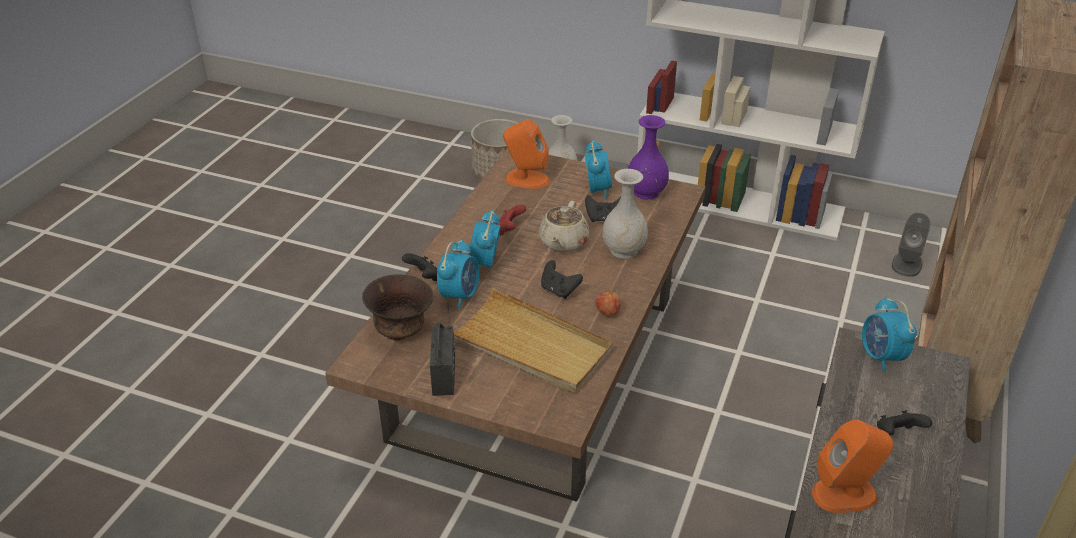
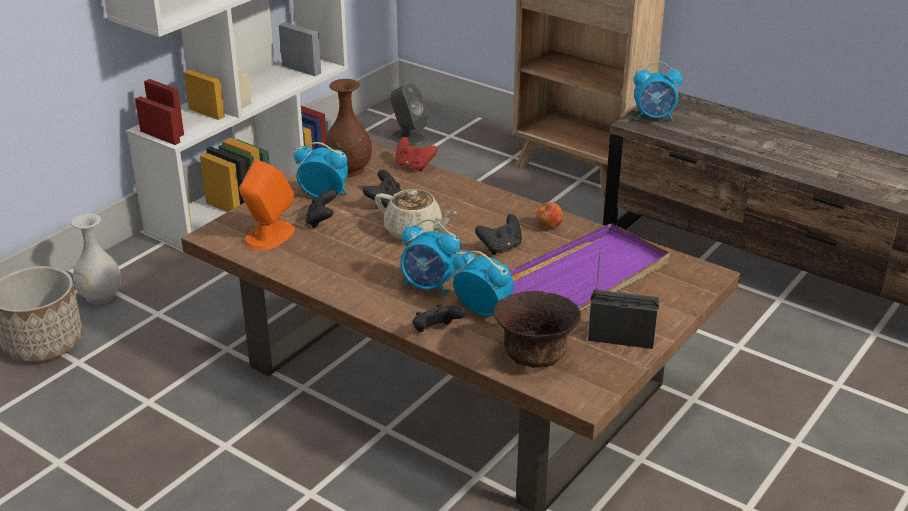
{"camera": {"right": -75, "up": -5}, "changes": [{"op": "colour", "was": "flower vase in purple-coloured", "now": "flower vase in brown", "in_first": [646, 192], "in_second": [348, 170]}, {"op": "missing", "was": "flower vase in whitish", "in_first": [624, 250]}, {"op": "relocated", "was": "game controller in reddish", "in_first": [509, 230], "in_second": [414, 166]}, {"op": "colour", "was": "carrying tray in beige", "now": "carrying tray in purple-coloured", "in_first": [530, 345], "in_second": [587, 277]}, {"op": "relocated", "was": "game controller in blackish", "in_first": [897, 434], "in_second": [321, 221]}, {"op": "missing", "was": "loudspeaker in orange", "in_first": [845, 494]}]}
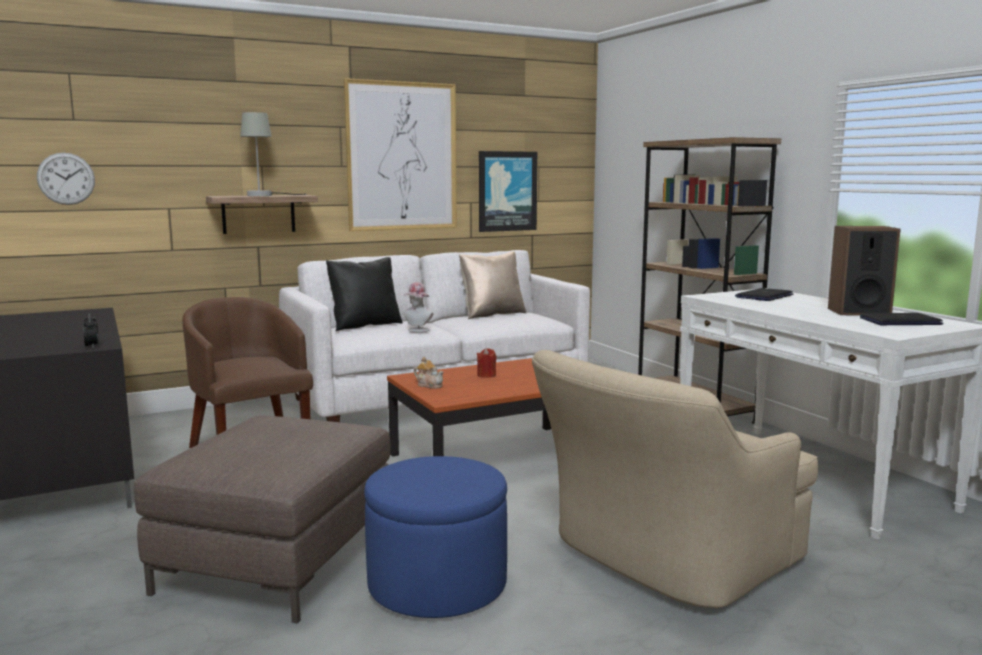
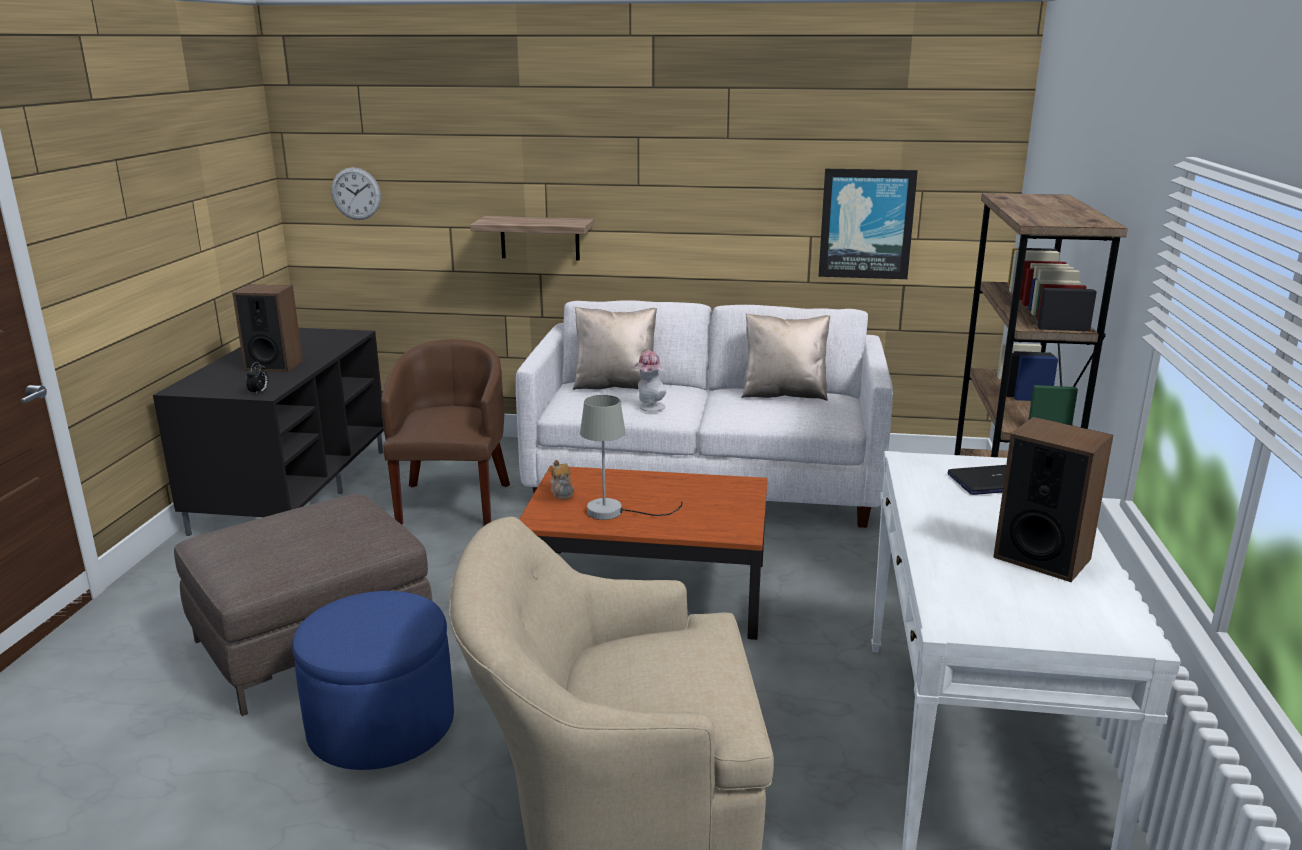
{"camera": {"right": 35, "up": 10}, "changes": [{"op": "missing", "was": "picture", "in_first": [402, 156]}, {"op": "relocated", "was": "tabletop lamp in greyish", "in_first": [267, 195], "in_second": [616, 512]}, {"op": "colour", "was": "throw pillow in blackish", "now": "throw pillow in beige", "in_first": [364, 325], "in_second": [615, 385]}, {"op": "missing", "was": "laptop", "in_first": [900, 321]}, {"op": "missing", "was": "wax candle in reddish", "in_first": [486, 375]}, {"op": "appeared", "now": "loudspeaker", "in_second": [274, 365]}]}
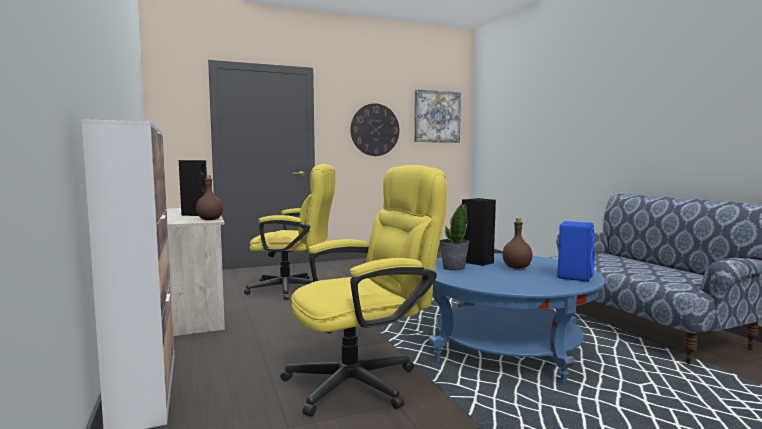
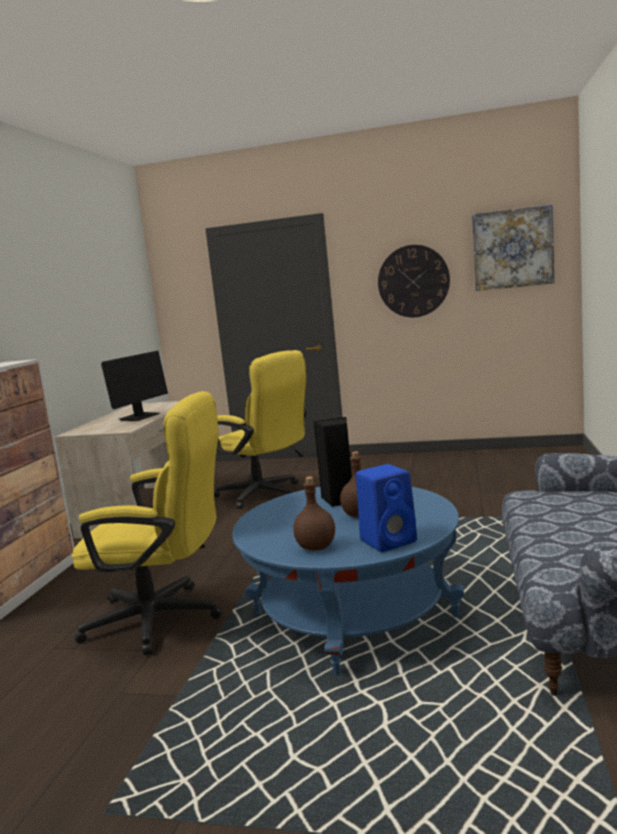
{"camera": {"right": 35, "up": 5}, "changes": [{"op": "exchanged", "was": "loudspeaker in blackish", "now": "computer display", "in_first": [194, 214], "in_second": [139, 417]}, {"op": "relocated", "was": "drink bottle in brown", "in_first": [210, 219], "in_second": [317, 547]}, {"op": "missing", "was": "potted plant", "in_first": [453, 268]}]}
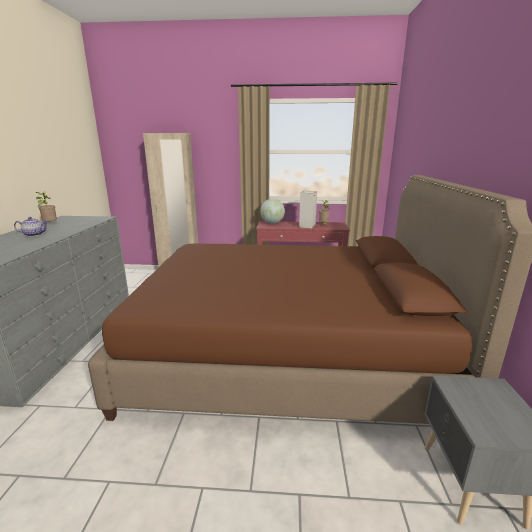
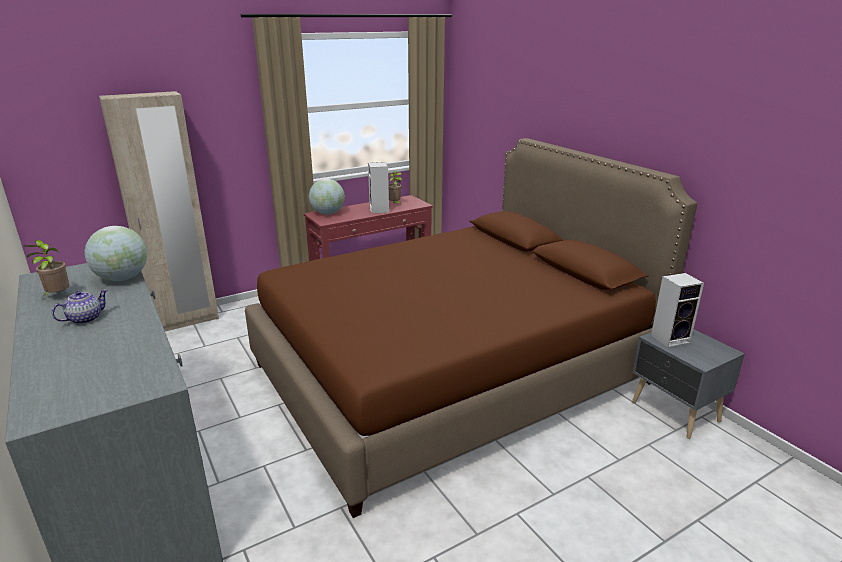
{"camera": {"right": -35, "up": 5}, "changes": [{"op": "appeared", "now": "desk globe", "in_second": [122, 278]}, {"op": "appeared", "now": "loudspeaker", "in_second": [671, 338]}]}
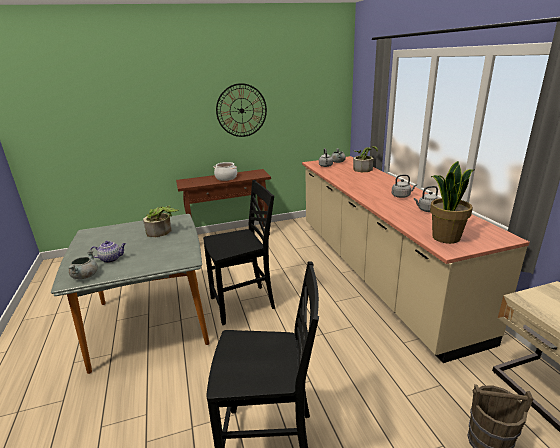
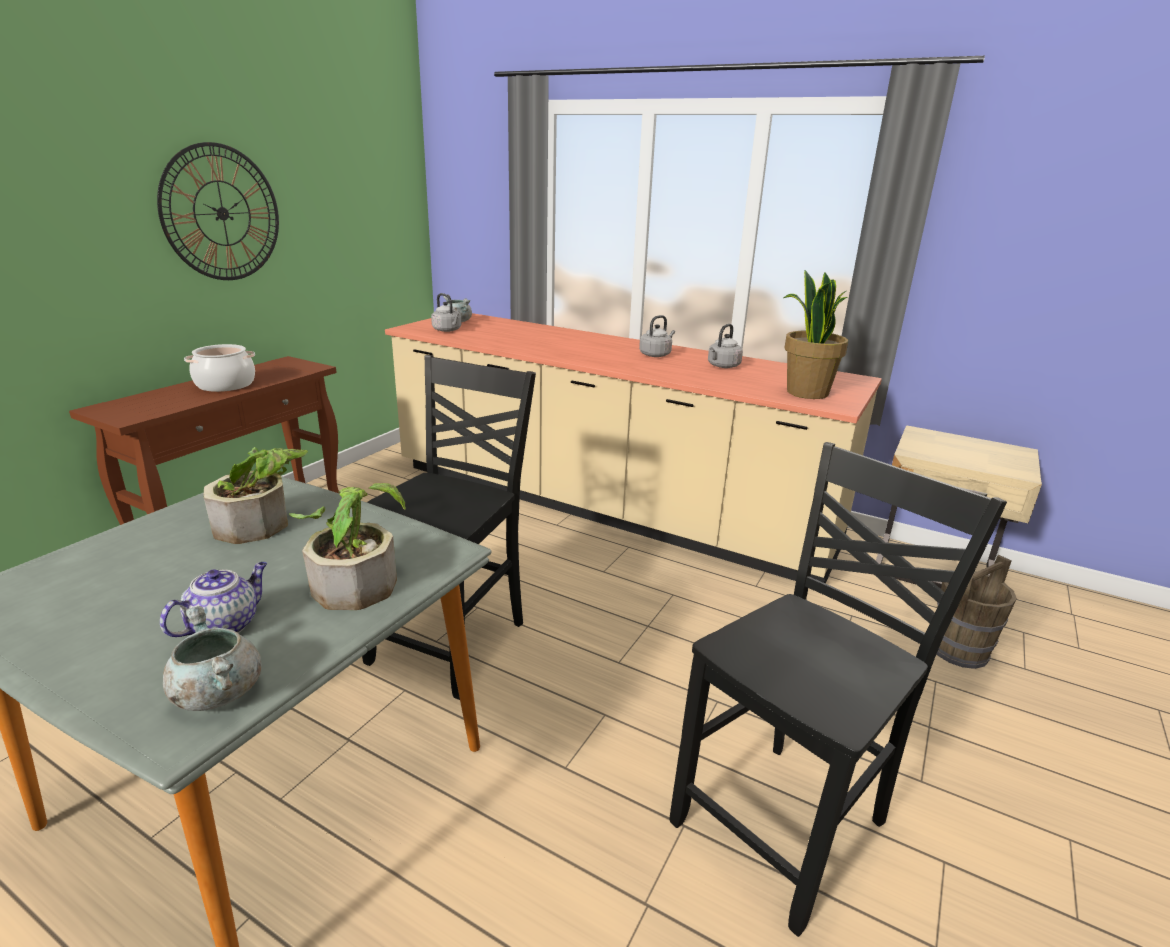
{"camera": {"right": -45, "up": 0}, "changes": [{"op": "relocated", "was": "potted plant", "in_first": [364, 168], "in_second": [357, 579]}]}
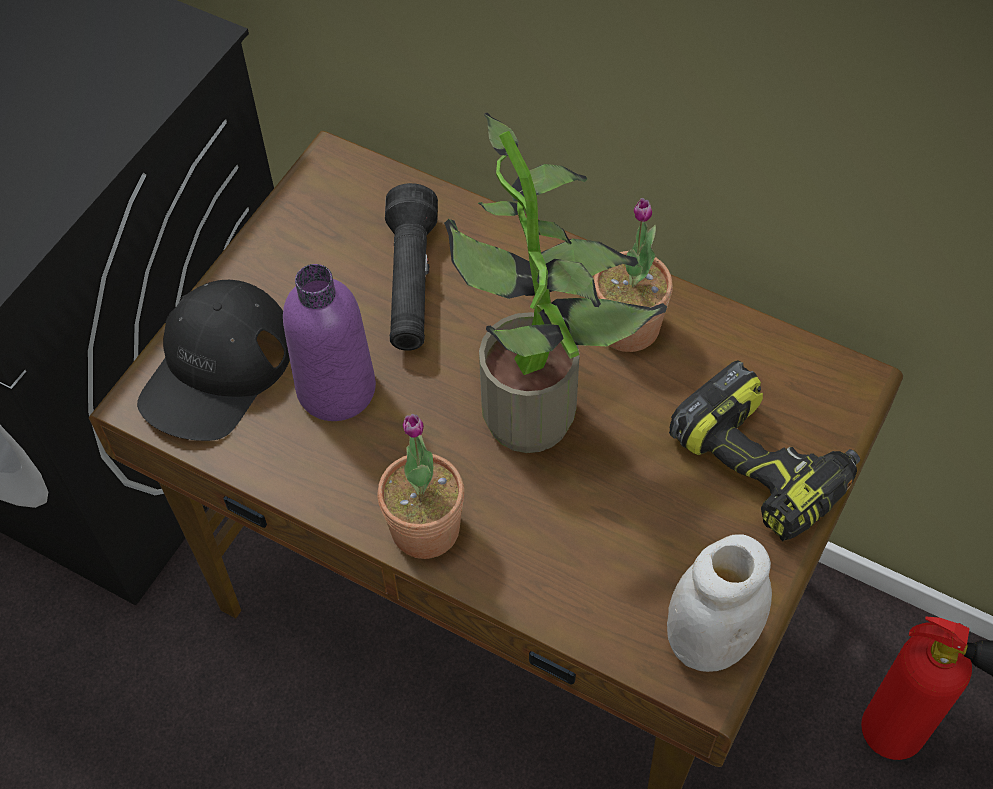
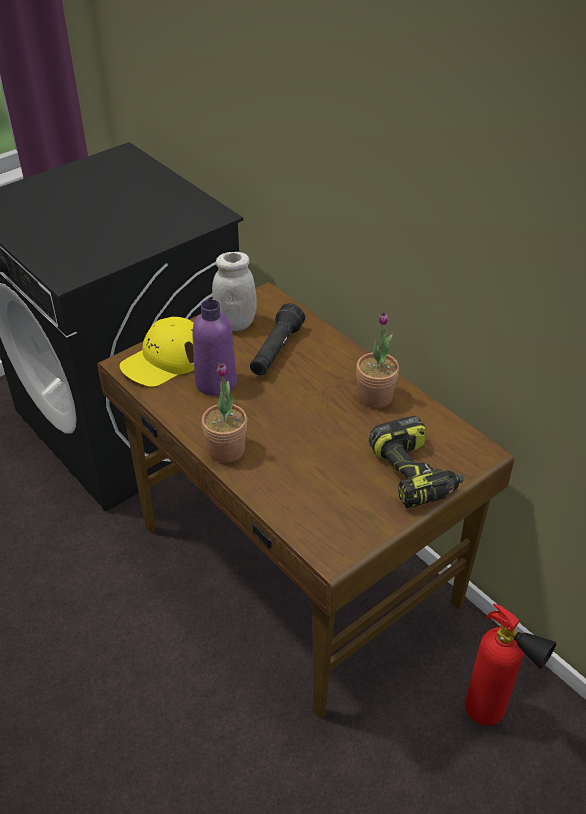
{"camera": {"right": 20, "up": -15}, "changes": [{"op": "missing", "was": "potted plant", "in_first": [542, 412]}, {"op": "colour", "was": "peaked cap in blackish", "now": "peaked cap in yellow-coloured", "in_first": [217, 368], "in_second": [165, 359]}, {"op": "relocated", "was": "jar in whitish", "in_first": [709, 641], "in_second": [235, 323]}]}
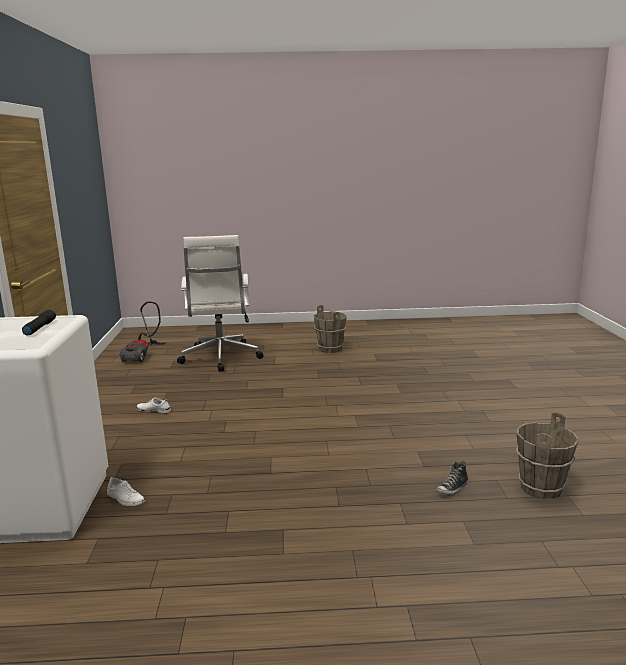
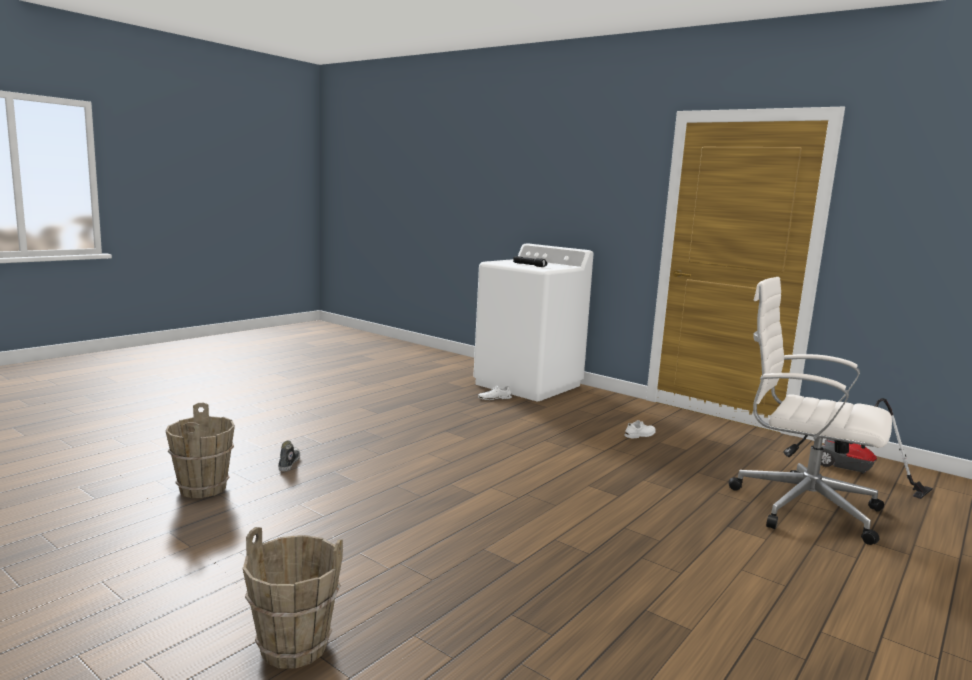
{"camera": {"right": 130, "up": -5}, "changes": [{"op": "relocated", "was": "pail in brown", "in_first": [330, 349], "in_second": [293, 648]}]}
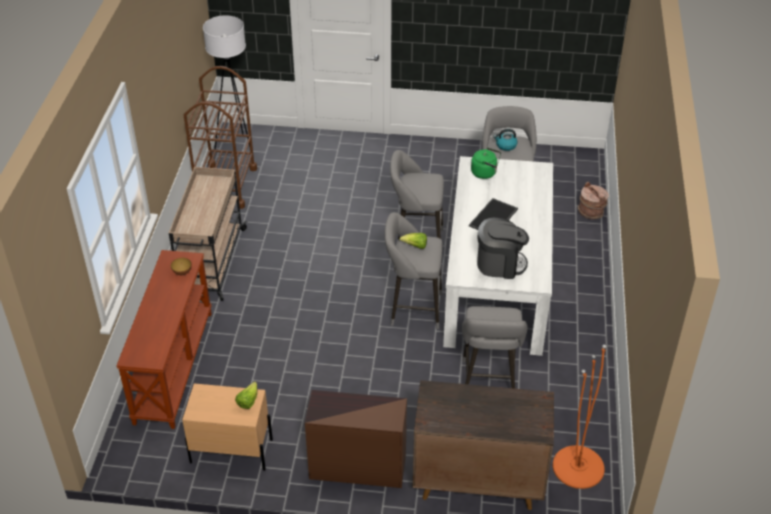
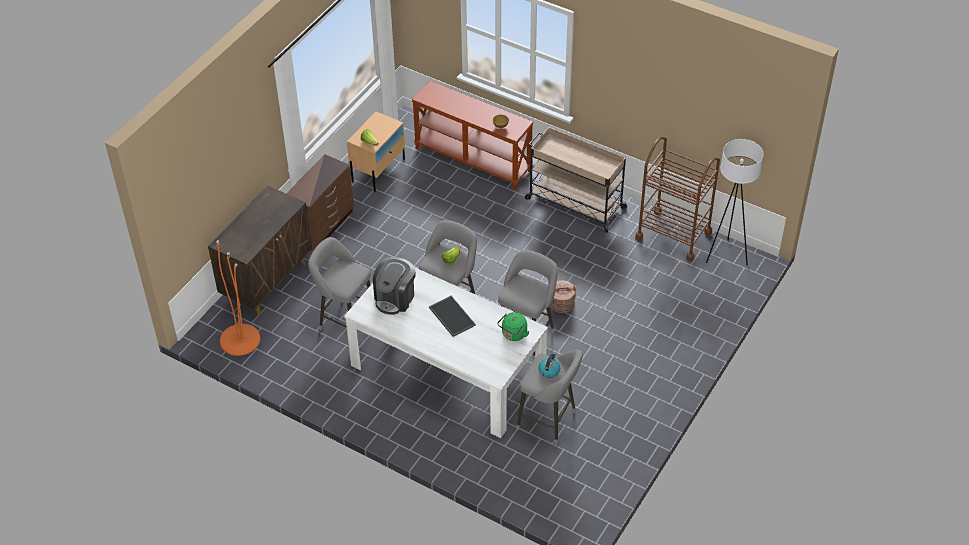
{"camera": {"right": 115, "up": 5}, "changes": [{"op": "relocated", "was": "pail in brown", "in_first": [591, 212], "in_second": [561, 305]}]}
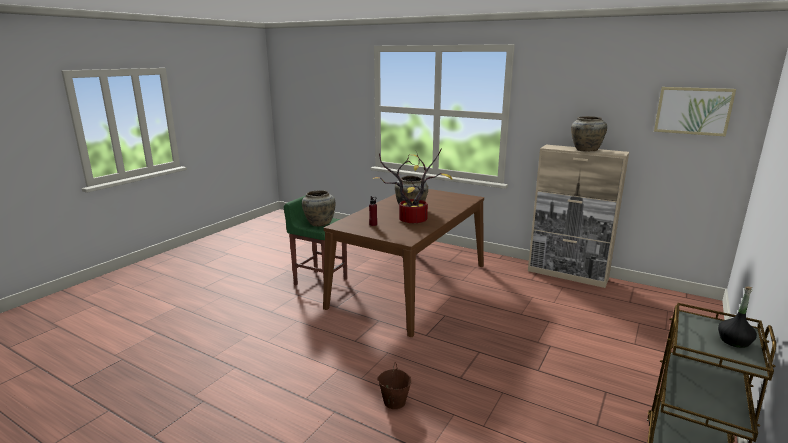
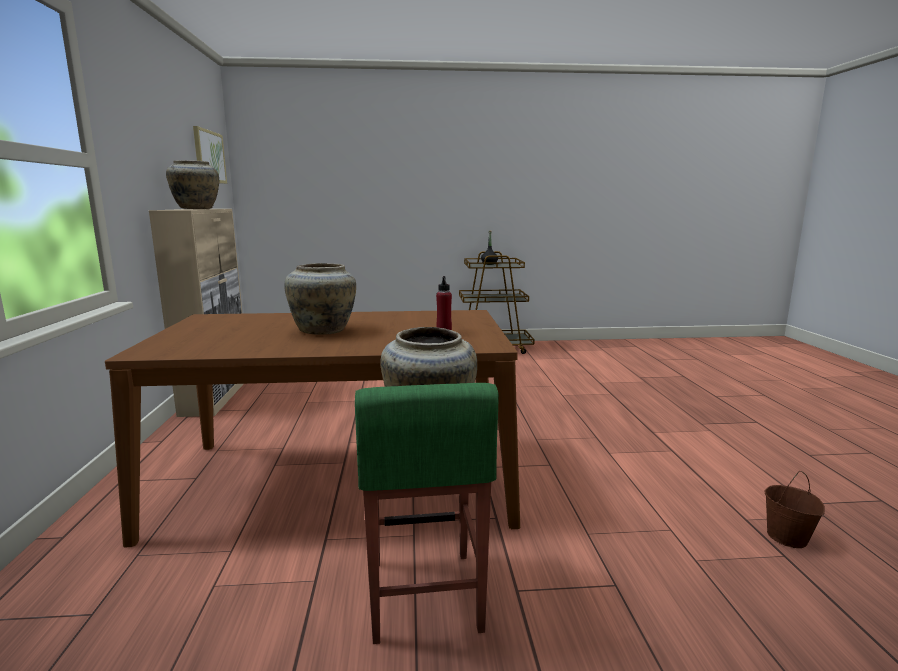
{"camera": {"right": -125, "up": -5}, "changes": [{"op": "missing", "was": "potted plant", "in_first": [414, 219]}, {"op": "relocated", "was": "pail in brown", "in_first": [394, 402], "in_second": [787, 537]}]}
